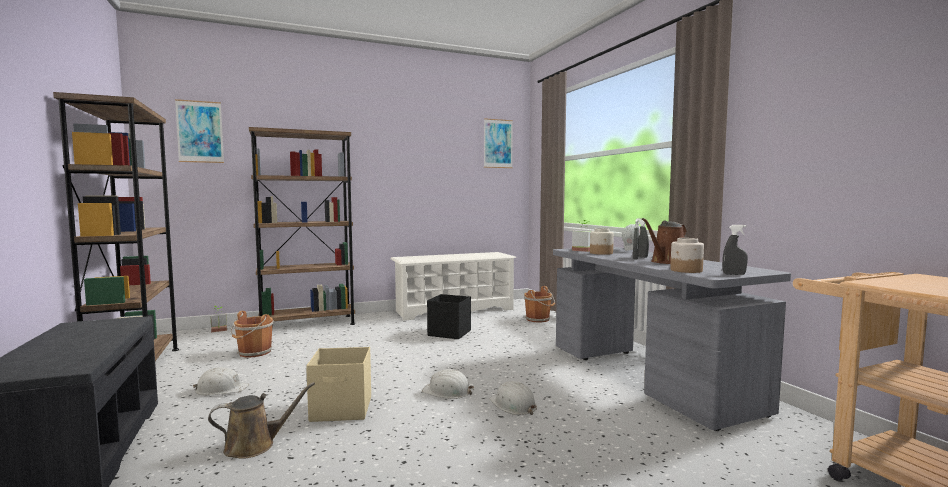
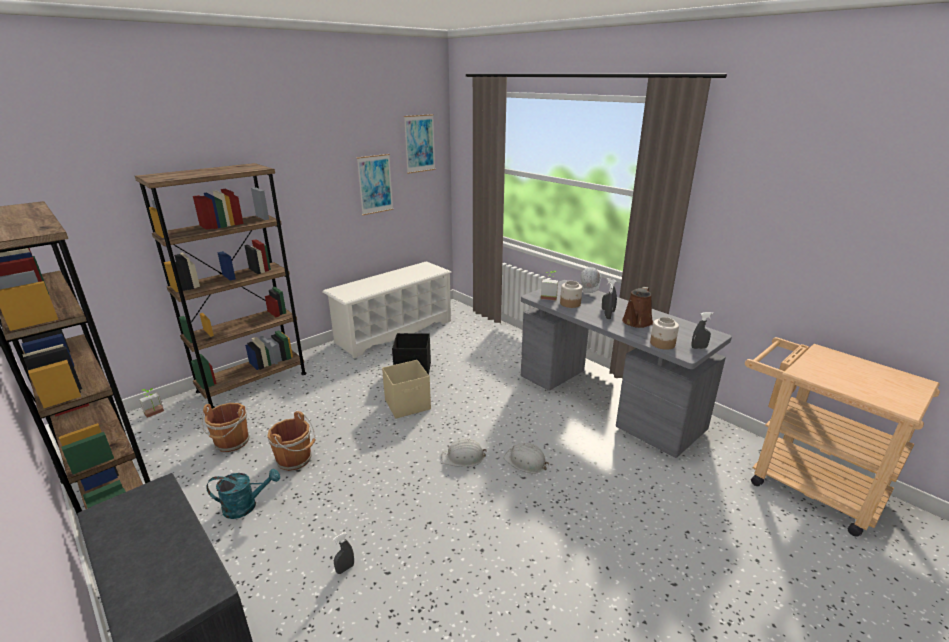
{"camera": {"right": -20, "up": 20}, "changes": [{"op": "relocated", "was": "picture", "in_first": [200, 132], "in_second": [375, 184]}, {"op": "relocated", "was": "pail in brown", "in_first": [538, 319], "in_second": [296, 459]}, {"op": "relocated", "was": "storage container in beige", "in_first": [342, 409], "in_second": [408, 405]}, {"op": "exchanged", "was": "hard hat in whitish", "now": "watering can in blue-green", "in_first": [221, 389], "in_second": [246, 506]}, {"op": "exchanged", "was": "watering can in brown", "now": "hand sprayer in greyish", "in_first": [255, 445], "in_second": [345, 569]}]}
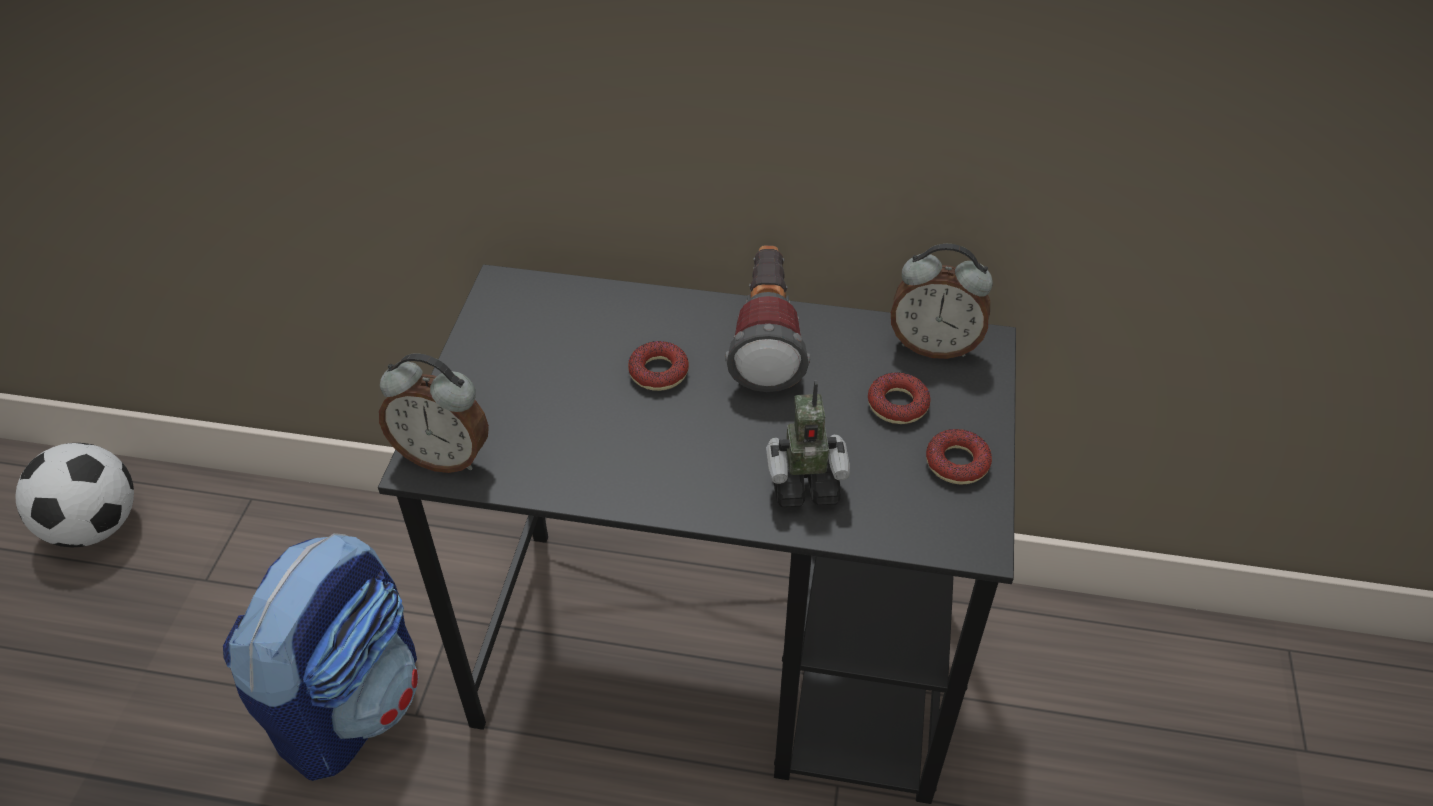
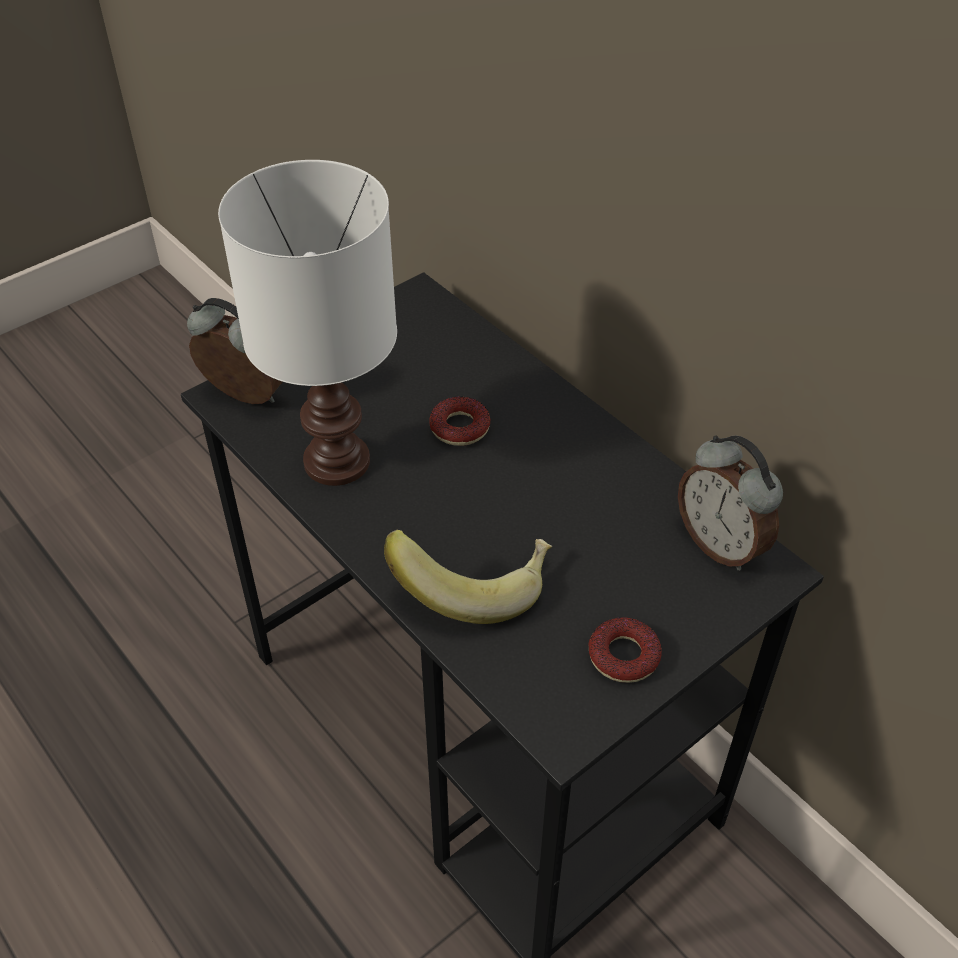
{"camera": {"right": 40, "up": 0}, "changes": [{"op": "missing", "was": "hand torch", "in_first": [766, 337]}, {"op": "spun", "was": "alarm clock", "in_first": [444, 456], "in_second": [243, 398], "clockwise": 150}, {"op": "missing", "was": "doughnut", "in_first": [898, 404]}, {"op": "exchanged", "was": "robot figure", "now": "banana", "in_first": [804, 483], "in_second": [473, 586]}, {"op": "missing", "was": "football ball", "in_first": [96, 526]}, {"op": "missing", "was": "backpack", "in_first": [351, 702]}, {"op": "appeared", "now": "tabletop lamp in whitish", "in_second": [339, 461]}]}
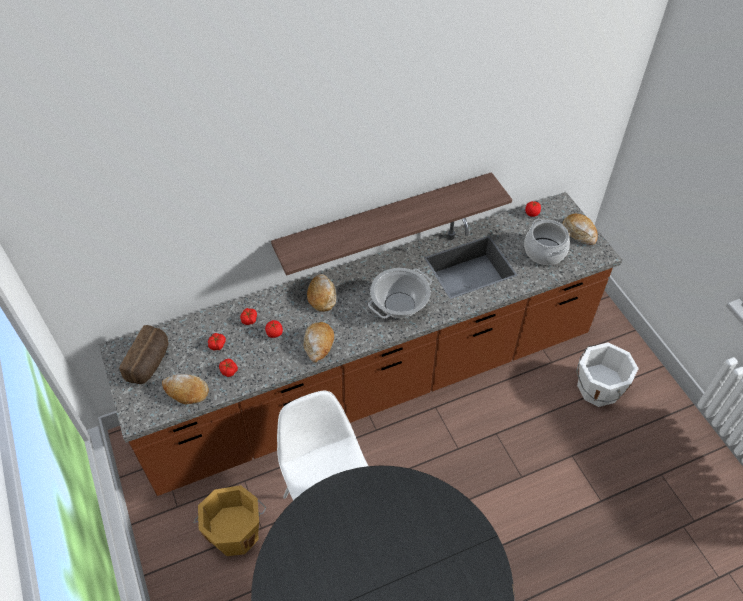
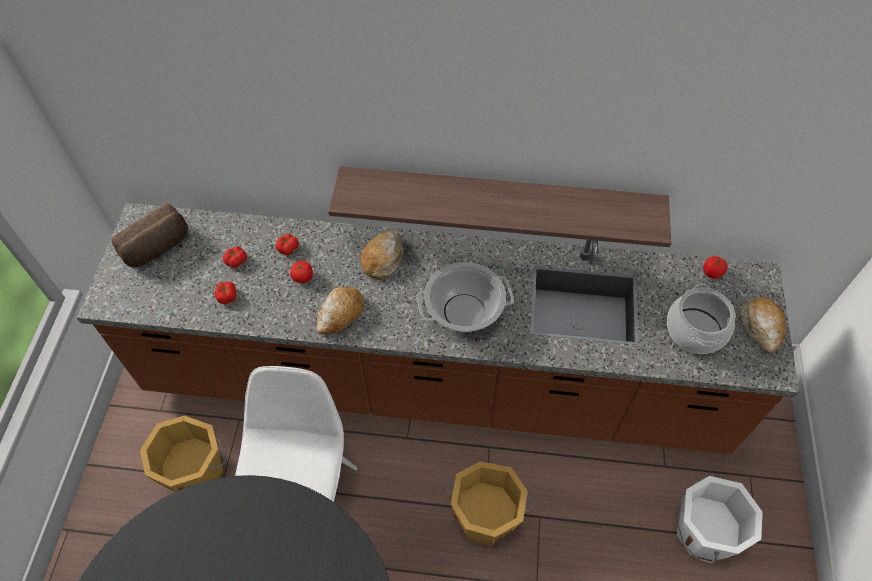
{"camera": {"right": 30, "up": 5}, "changes": [{"op": "missing", "was": "bread", "in_first": [186, 391]}, {"op": "appeared", "now": "pail in orange", "in_second": [486, 515]}]}
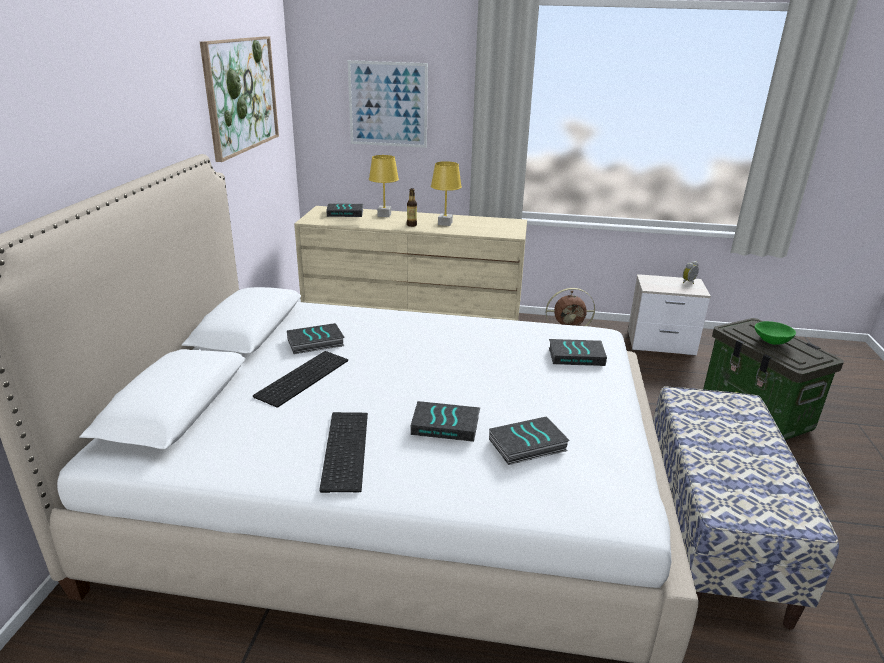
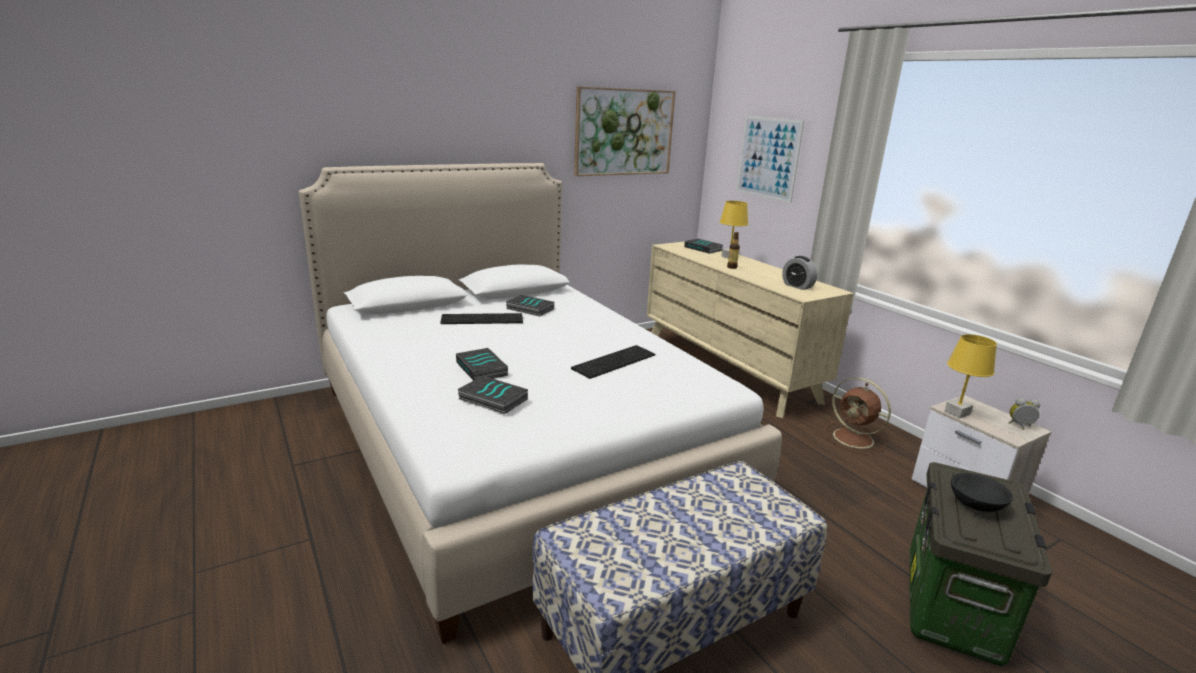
{"camera": {"right": 50, "up": -5}, "changes": [{"op": "relocated", "was": "tabletop lamp in yellow-coloured", "in_first": [445, 223], "in_second": [957, 412]}, {"op": "colour", "was": "bowl in greenish", "now": "bowl in blackish", "in_first": [772, 341], "in_second": [977, 504]}, {"op": "missing", "was": "bound book", "in_first": [577, 356]}, {"op": "relocated", "was": "keyboard", "in_first": [343, 449], "in_second": [613, 361]}, {"op": "appeared", "now": "alarm clock", "in_second": [797, 286]}]}
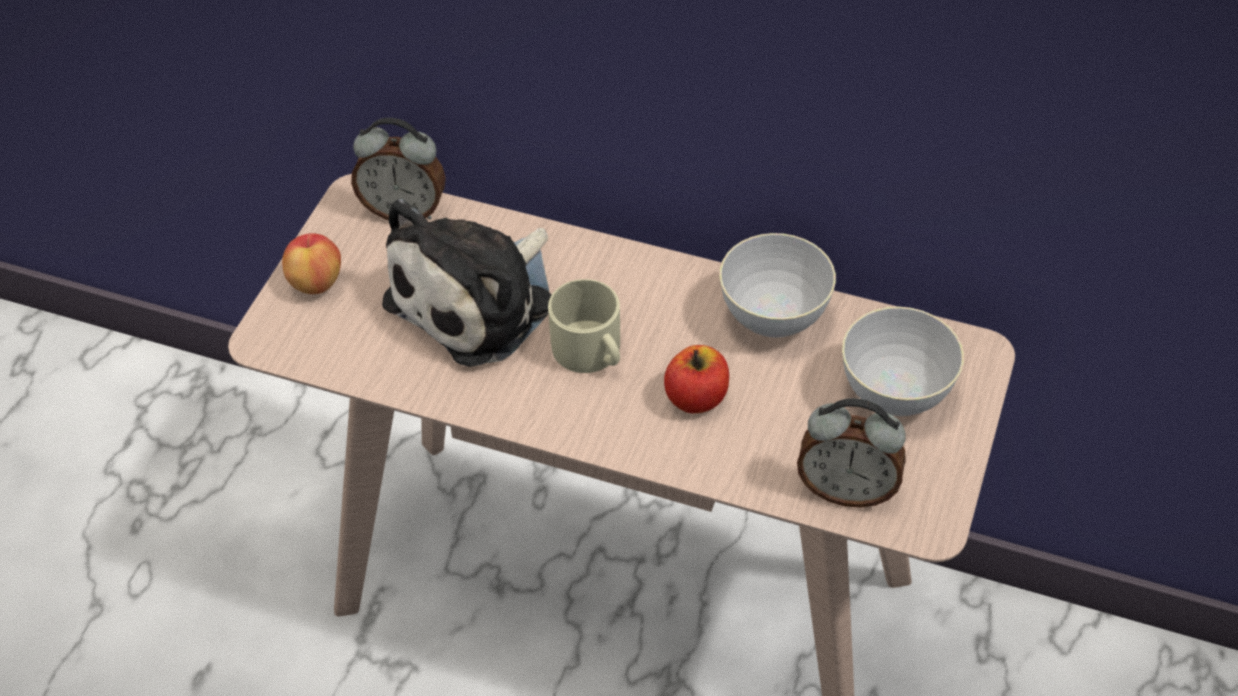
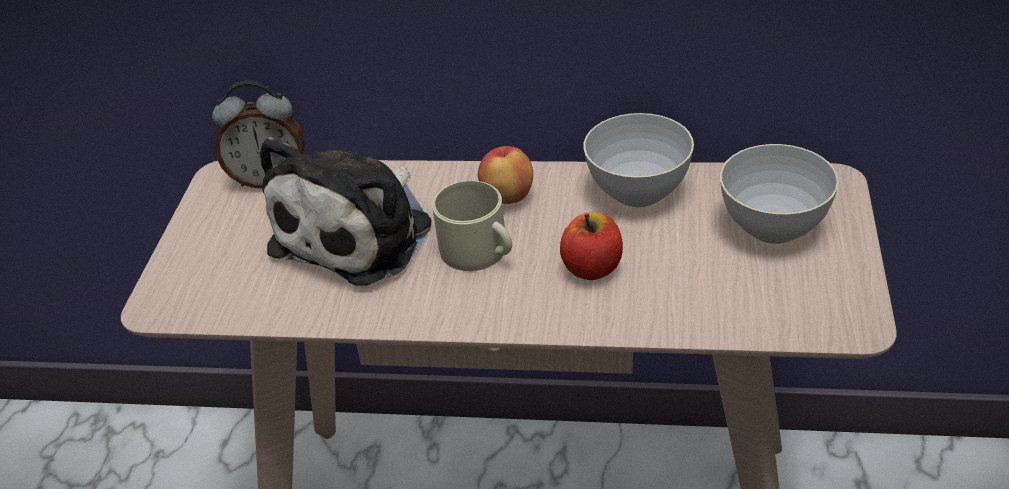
{"camera": {"right": -10, "up": -10}, "changes": [{"op": "relocated", "was": "apple fruit", "in_first": [316, 282], "in_second": [508, 196]}, {"op": "missing", "was": "alarm clock", "in_first": [847, 489]}]}
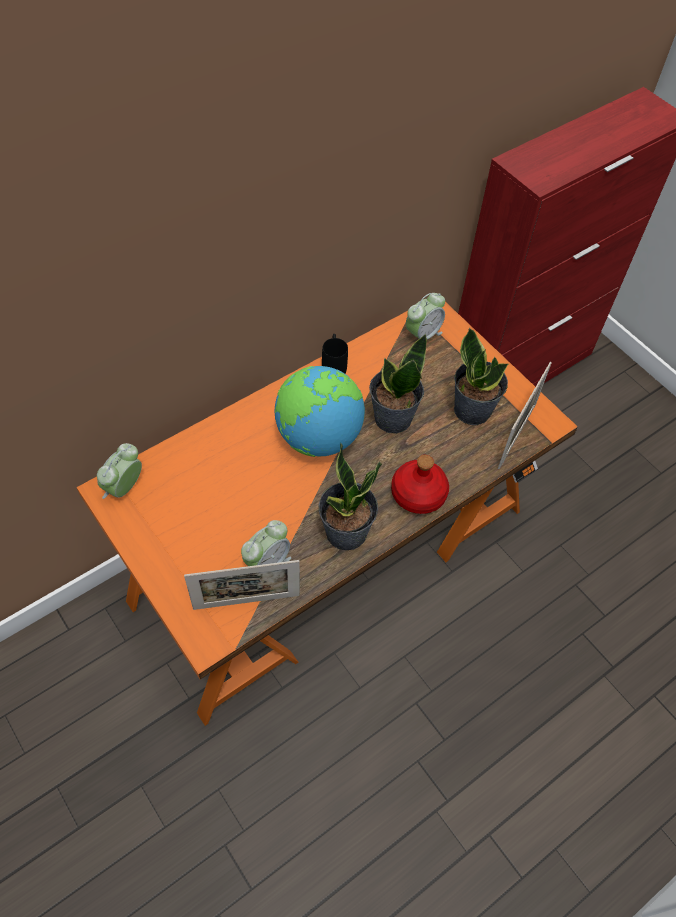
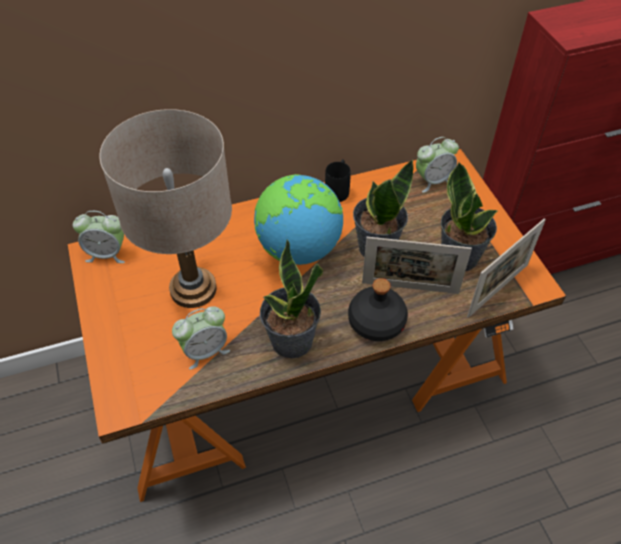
{"camera": {"right": 20, "up": -5}, "changes": [{"op": "spun", "was": "alarm clock", "in_first": [124, 488], "in_second": [107, 253], "clockwise": -135}, {"op": "colour", "was": "drink bottle in reddish", "now": "drink bottle in blackish", "in_first": [417, 494], "in_second": [375, 322]}, {"op": "relocated", "was": "standing frame", "in_first": [246, 602], "in_second": [410, 288]}, {"op": "appeared", "now": "tabletop lamp in beige", "in_second": [193, 289]}]}
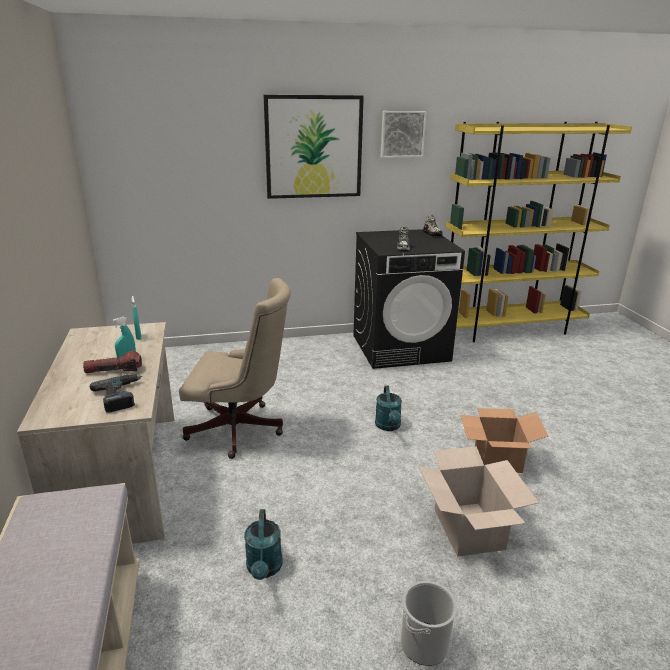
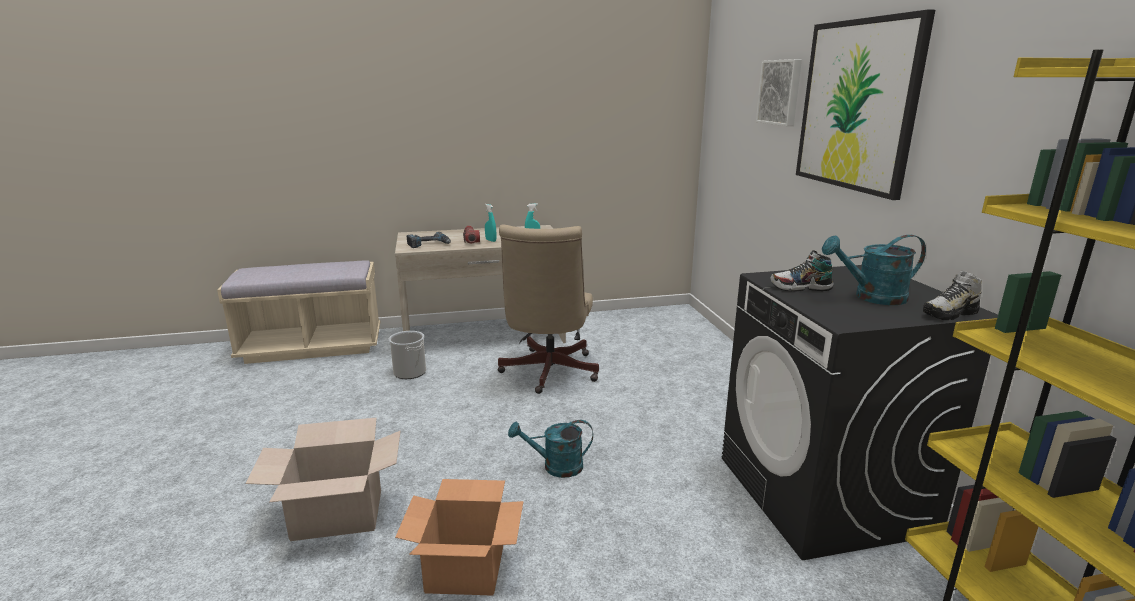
{"camera": {"right": 90, "up": -5}, "changes": [{"op": "relocated", "was": "picture", "in_first": [402, 134], "in_second": [780, 92]}, {"op": "relocated", "was": "watering can in blue-green", "in_first": [264, 569], "in_second": [871, 297]}, {"op": "relocated", "was": "pail", "in_first": [424, 644], "in_second": [409, 372]}]}
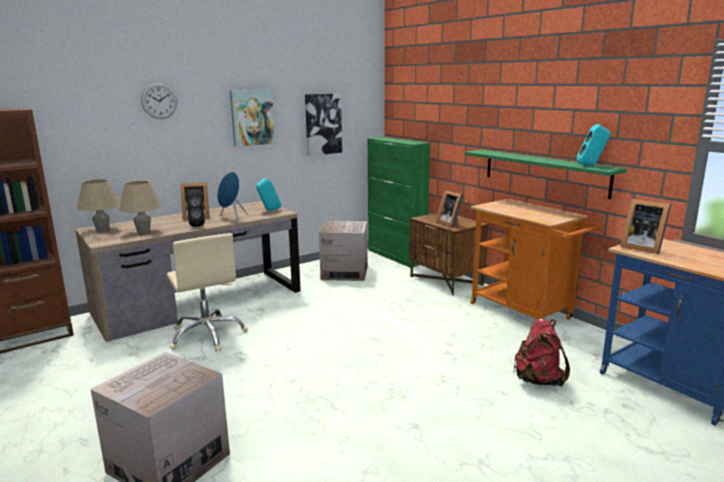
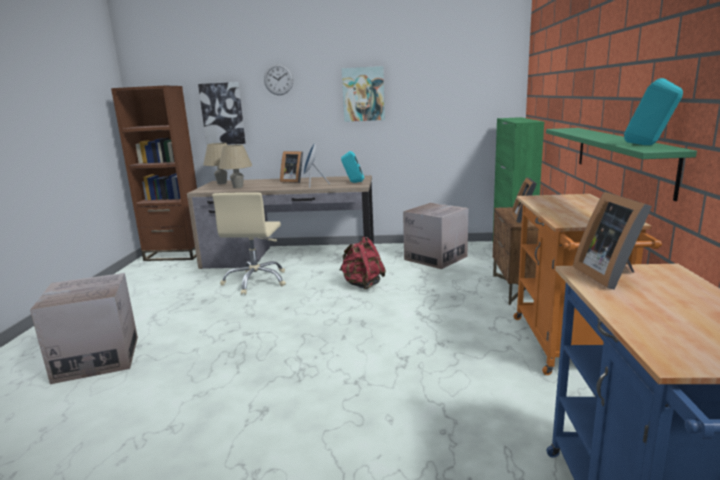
{"camera": {"right": 40, "up": 0}, "changes": [{"op": "relocated", "was": "picture", "in_first": [323, 124], "in_second": [222, 114]}, {"op": "missing", "was": "loudspeaker in blackish", "in_first": [197, 225]}, {"op": "relocated", "was": "backpack in reddish", "in_first": [538, 380], "in_second": [362, 285]}]}
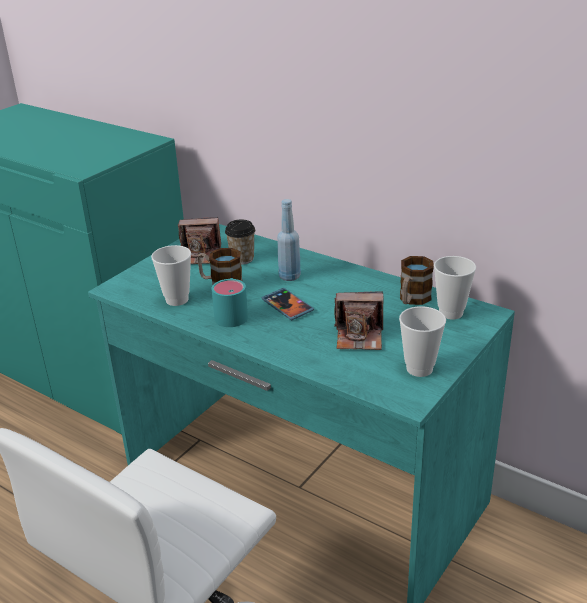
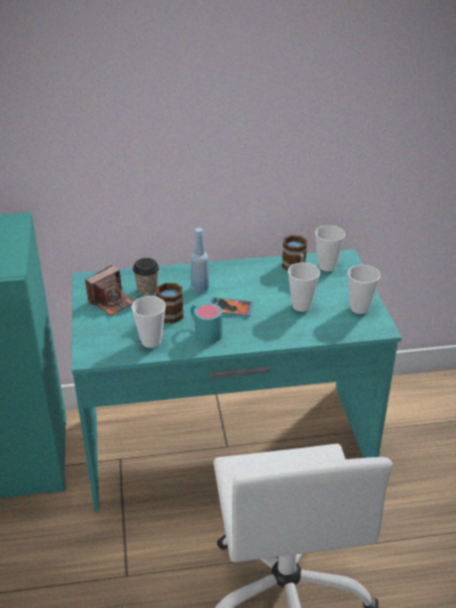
{"camera": {"right": -45, "up": 5}, "changes": [{"op": "exchanged", "was": "still camera", "now": "drinking cup", "in_first": [359, 336], "in_second": [301, 306]}]}
